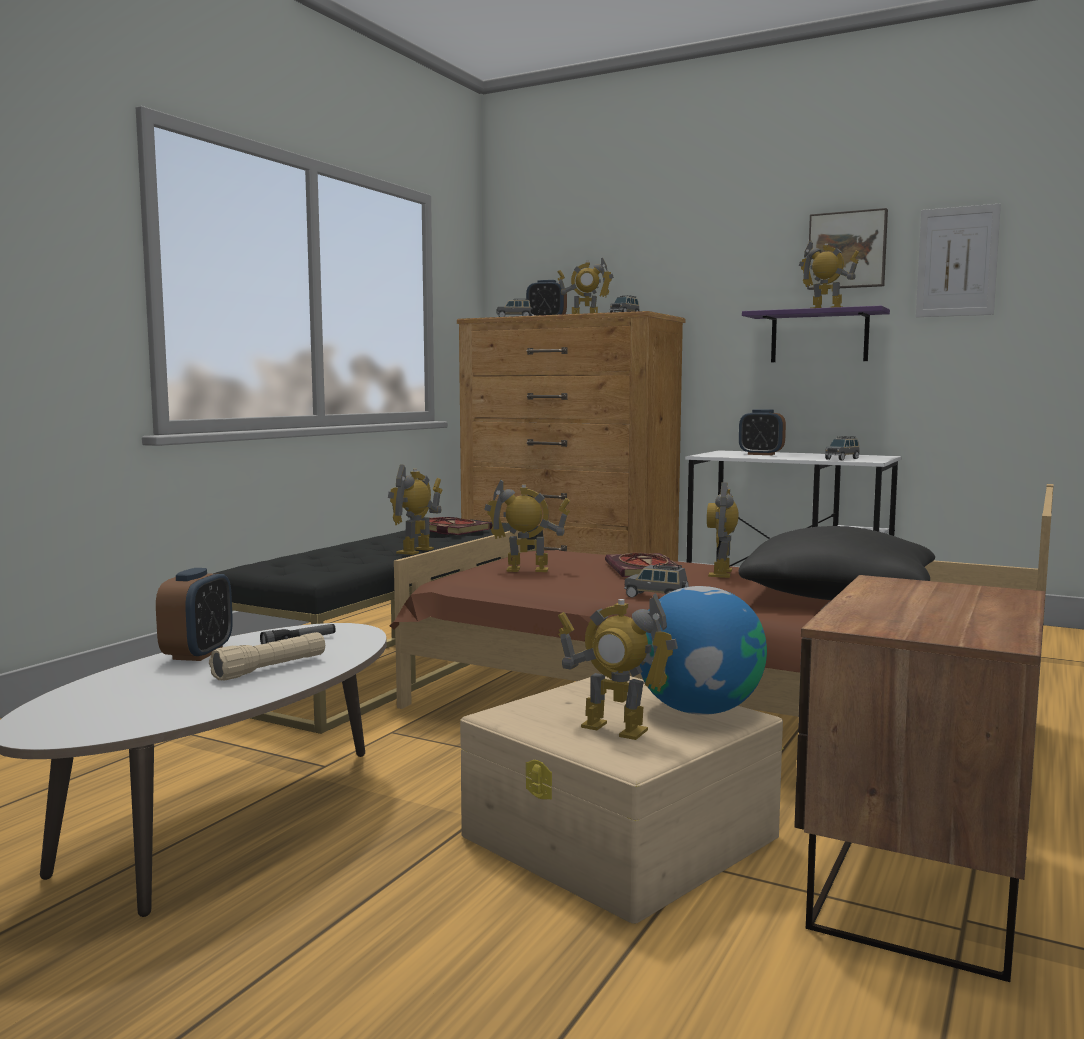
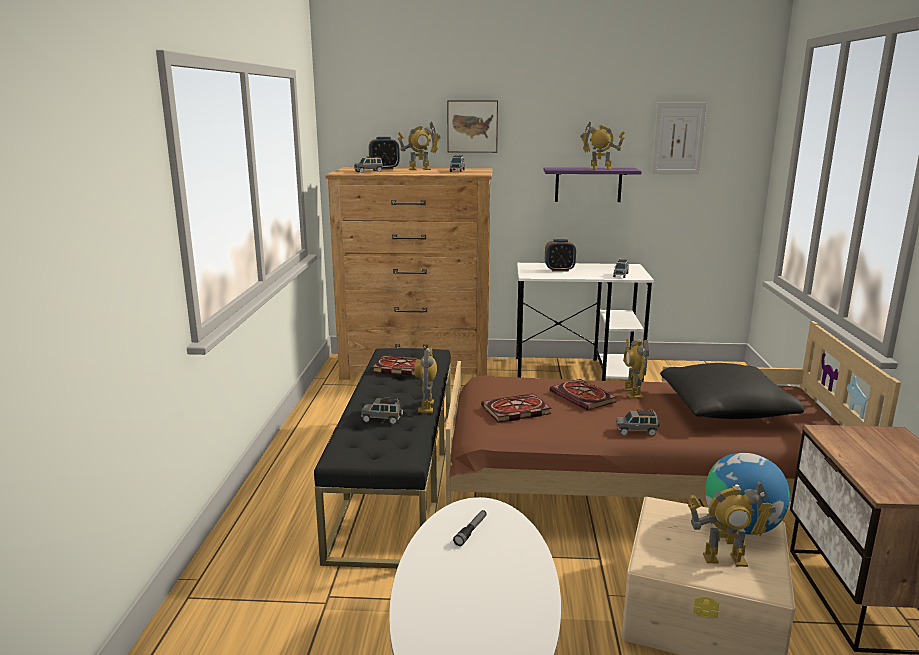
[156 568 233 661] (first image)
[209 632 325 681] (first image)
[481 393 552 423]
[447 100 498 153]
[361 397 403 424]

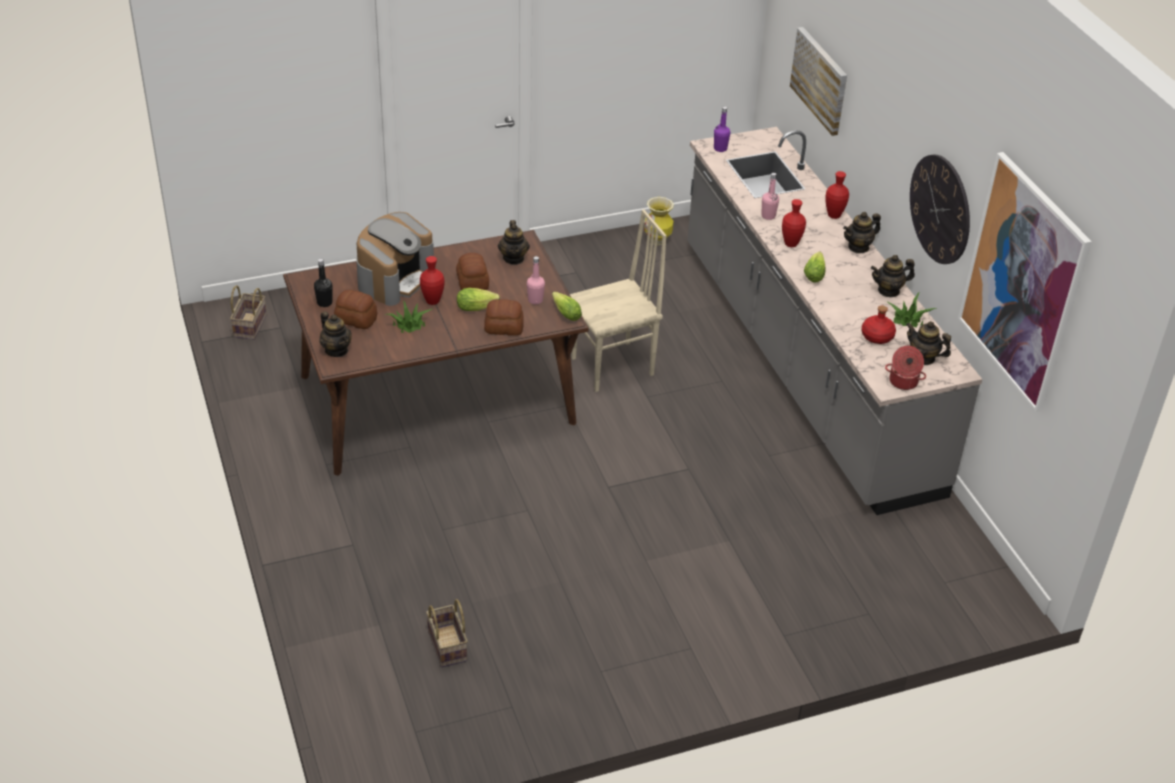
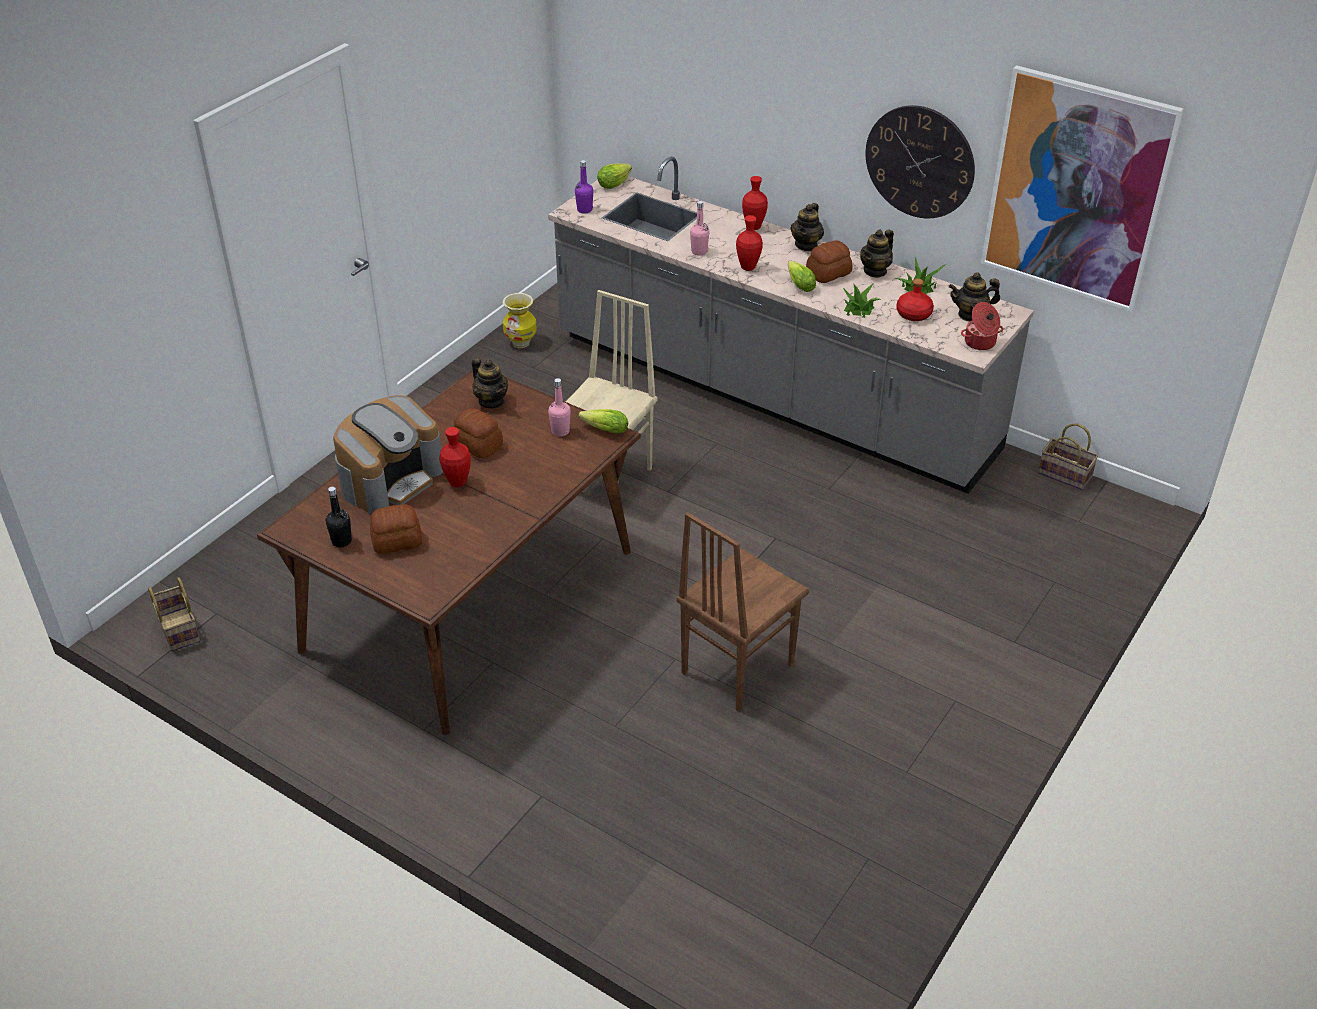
[319 311 352 357] (first image)
[333 395 443 515]
[842 283 882 318]
[1038 423 1099 490]
[597 163 632 189]
[806 240 853 283]
[790 27 847 136] (first image)
[676 512 809 712]

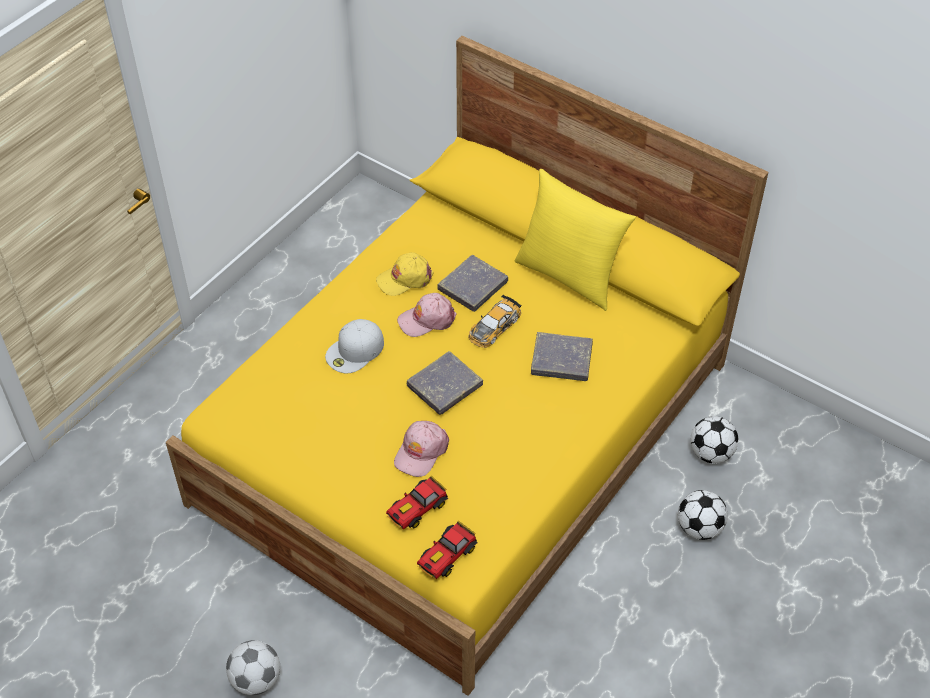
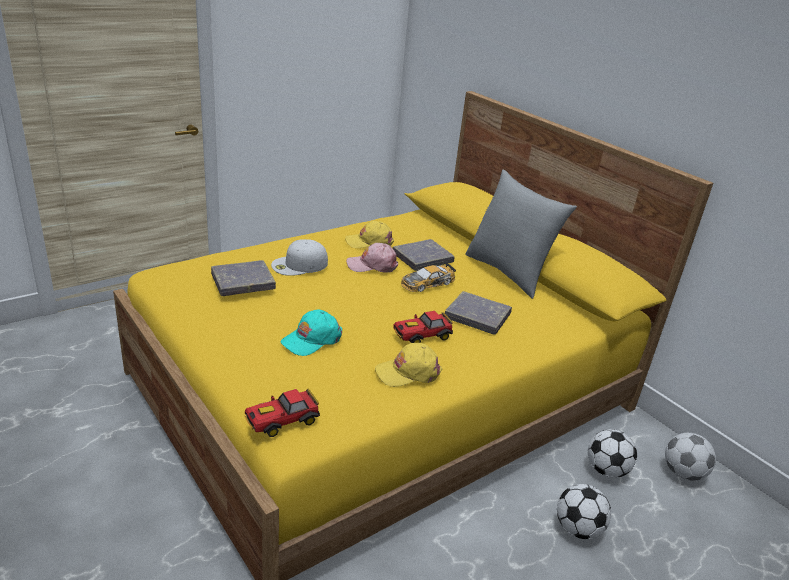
[665 433 716 481]
[393 311 453 343]
[281 310 342 356]
[211 260 276 296]
[465 170 577 299]
[375 343 442 387]

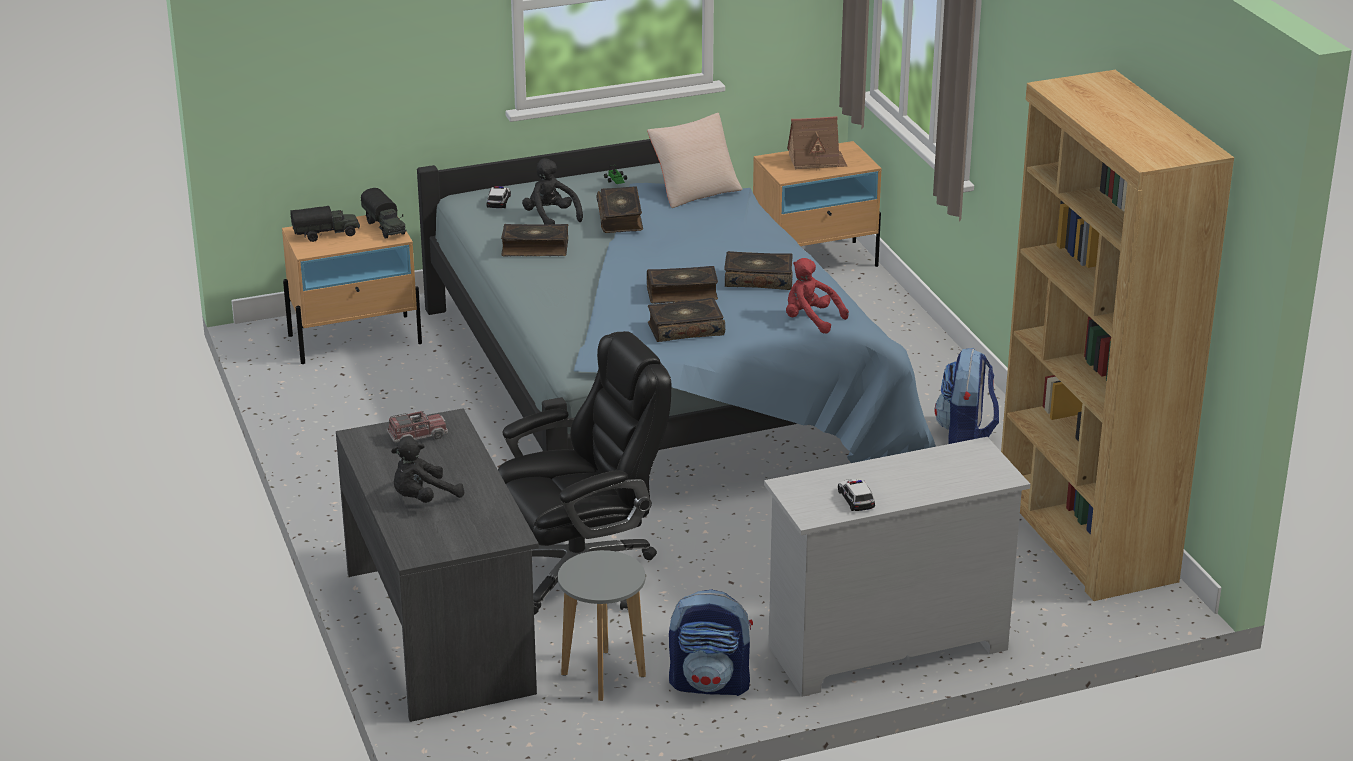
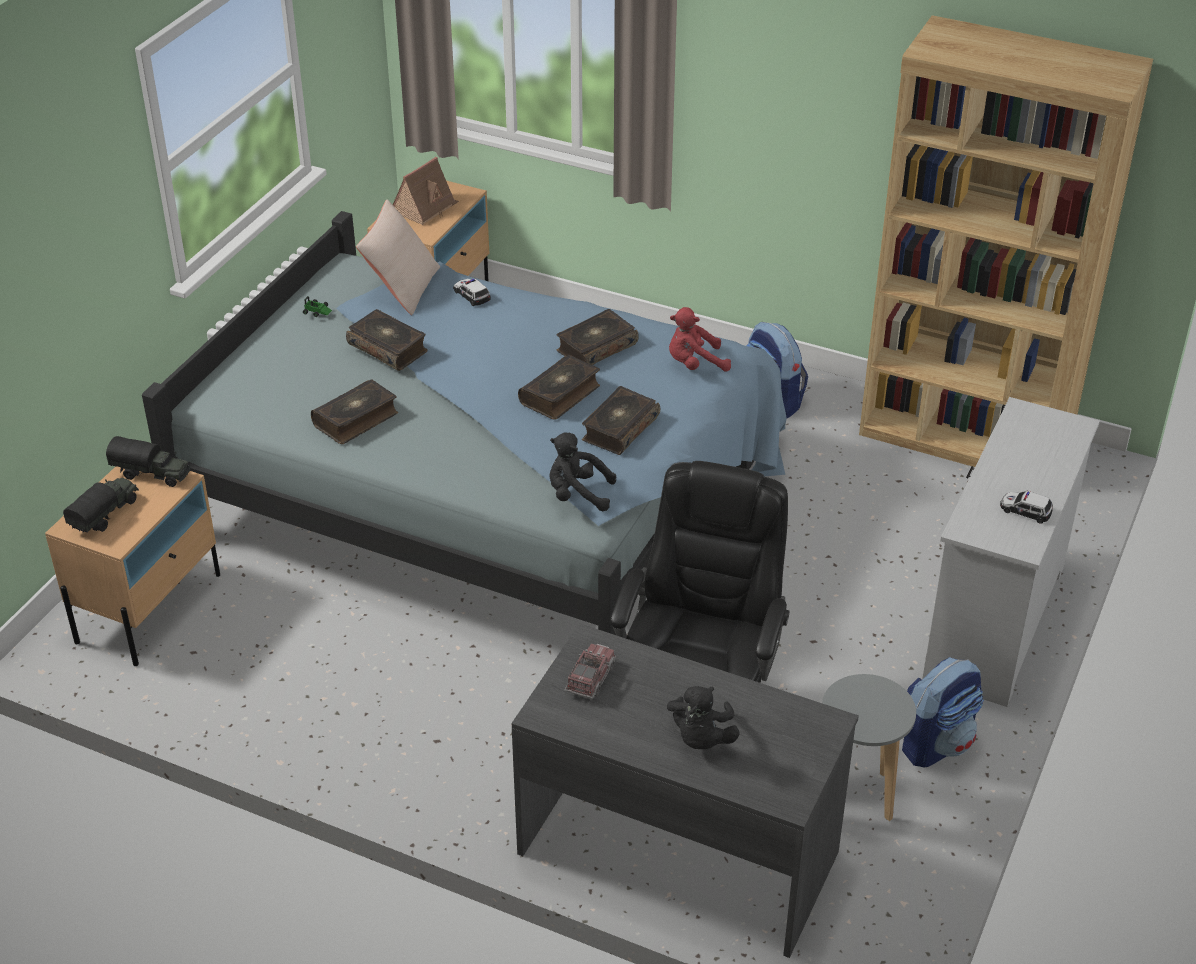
[453 279 491 306]
[549 433 616 511]

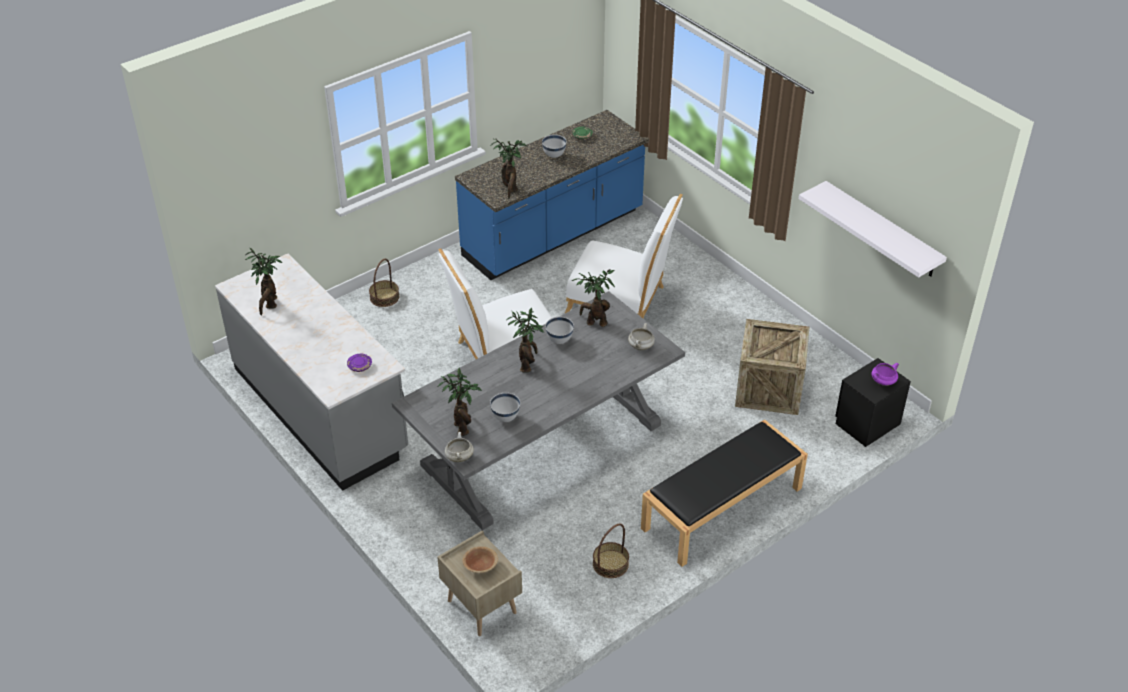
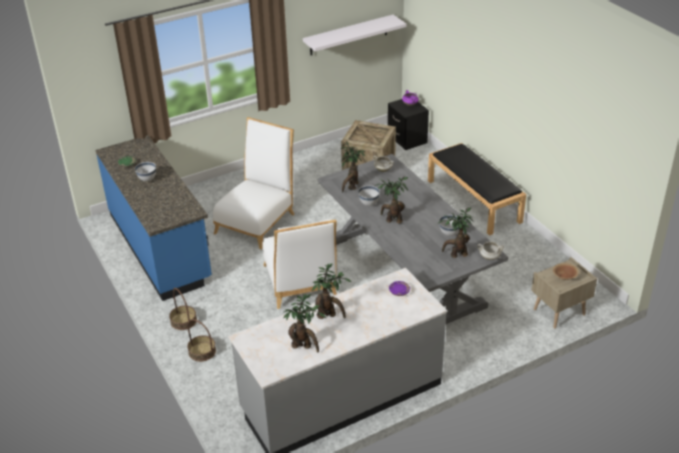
[312 263 351 319]
[169 288 197 330]

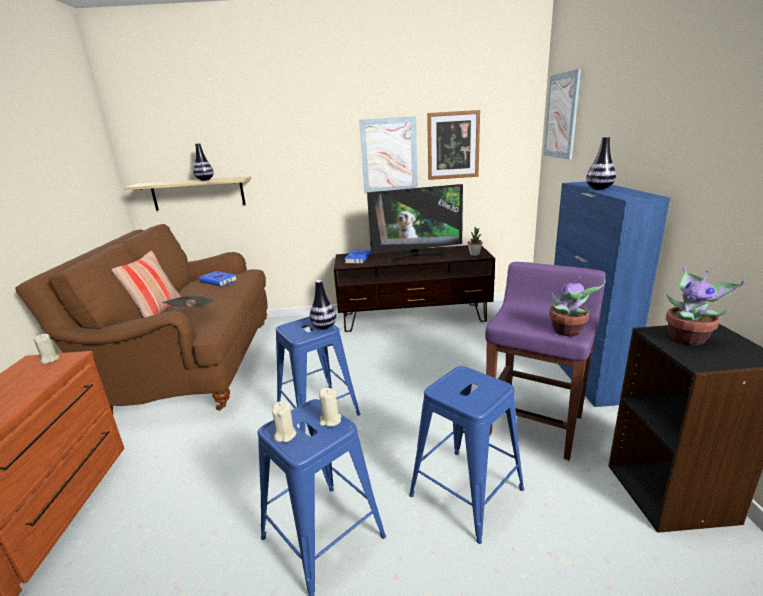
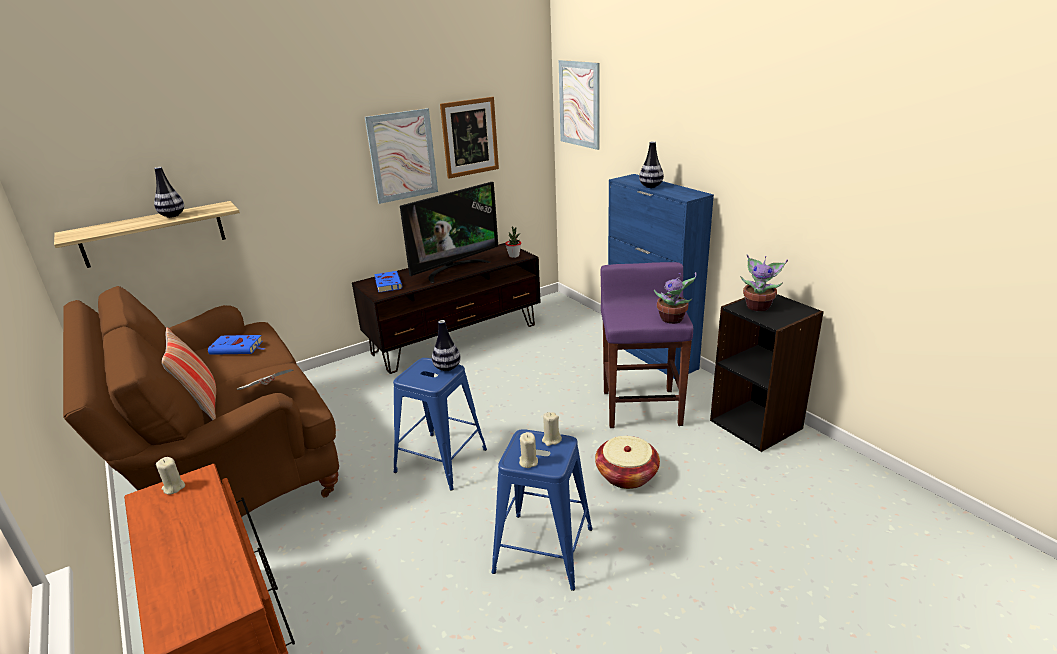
[595 436 660 489]

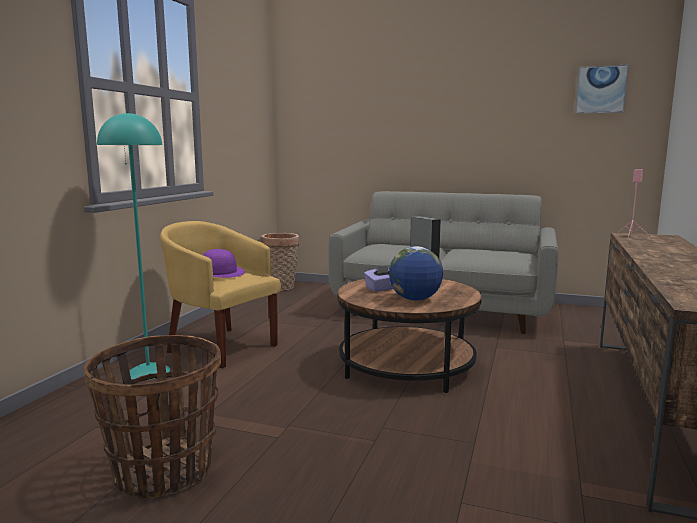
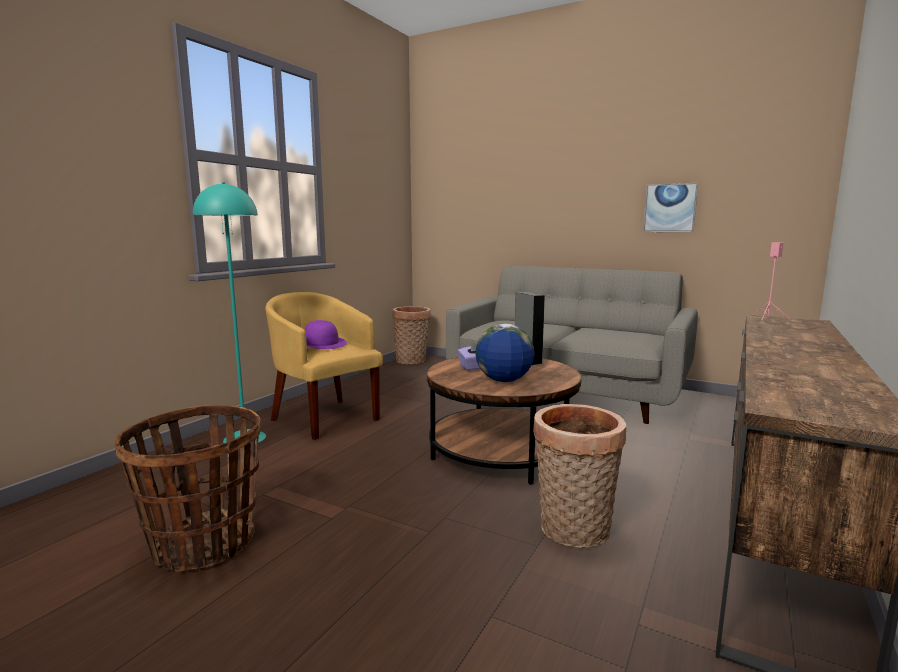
[643 183 698 232]
[533 404 626 548]

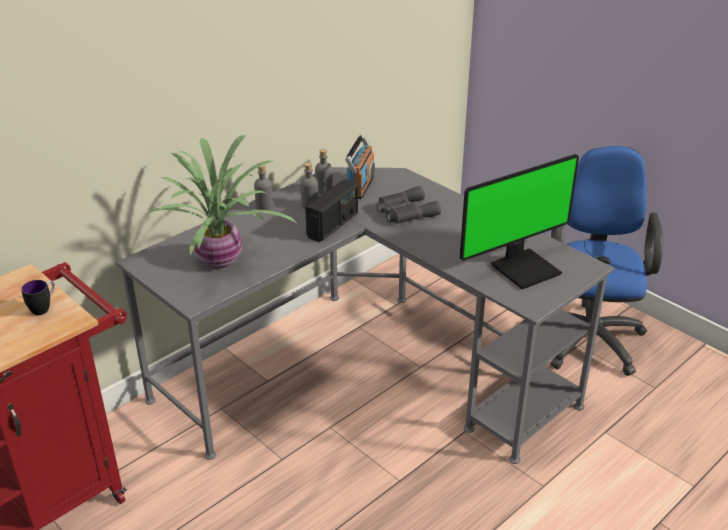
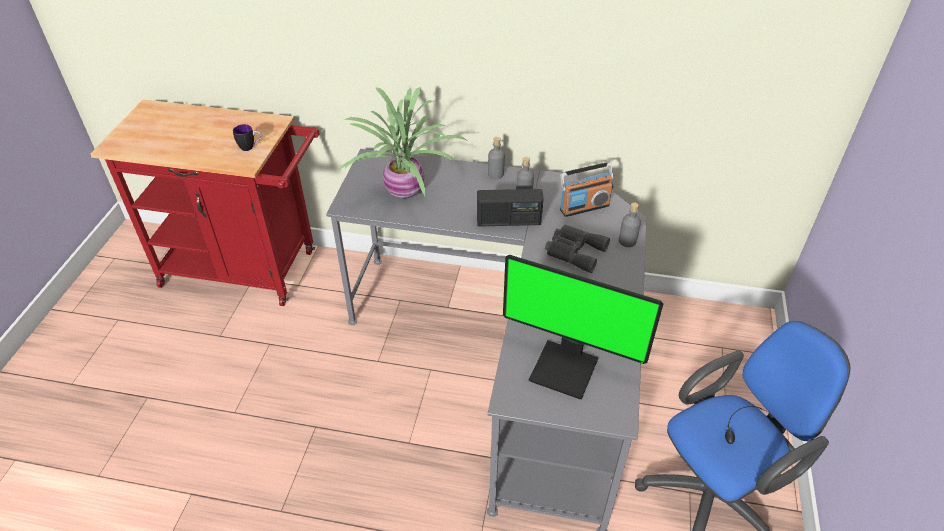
[619 202 641 247]

